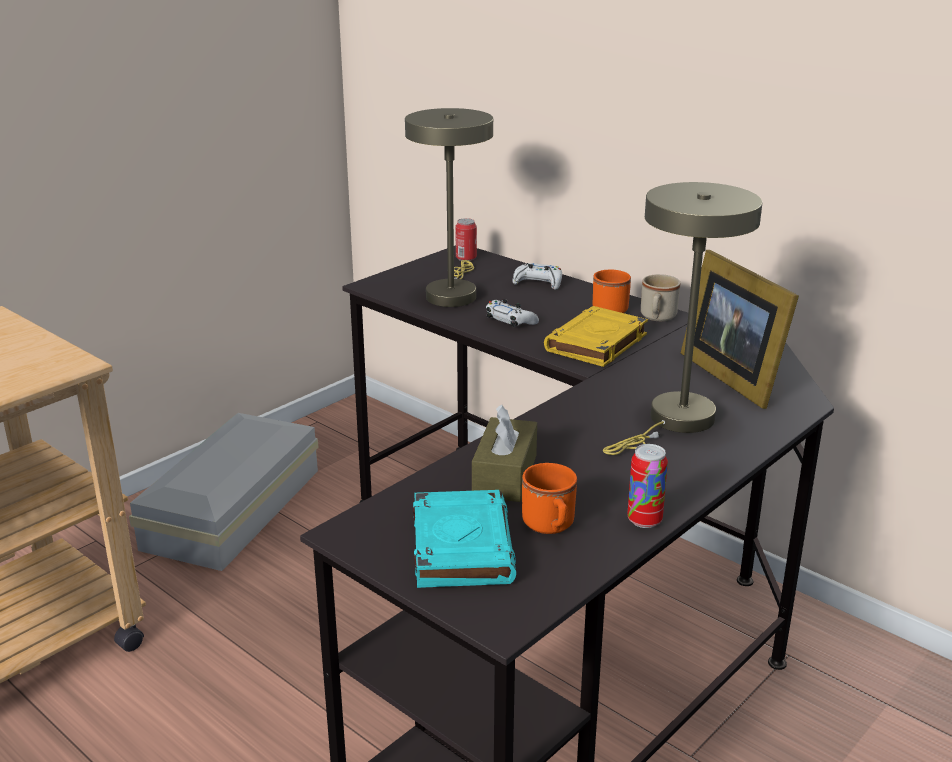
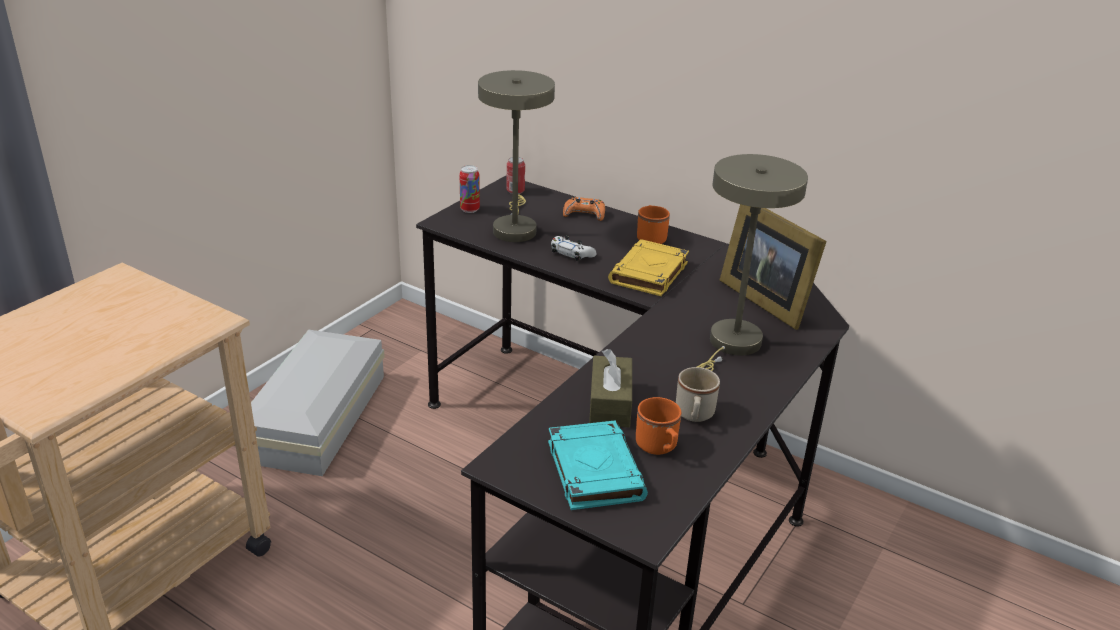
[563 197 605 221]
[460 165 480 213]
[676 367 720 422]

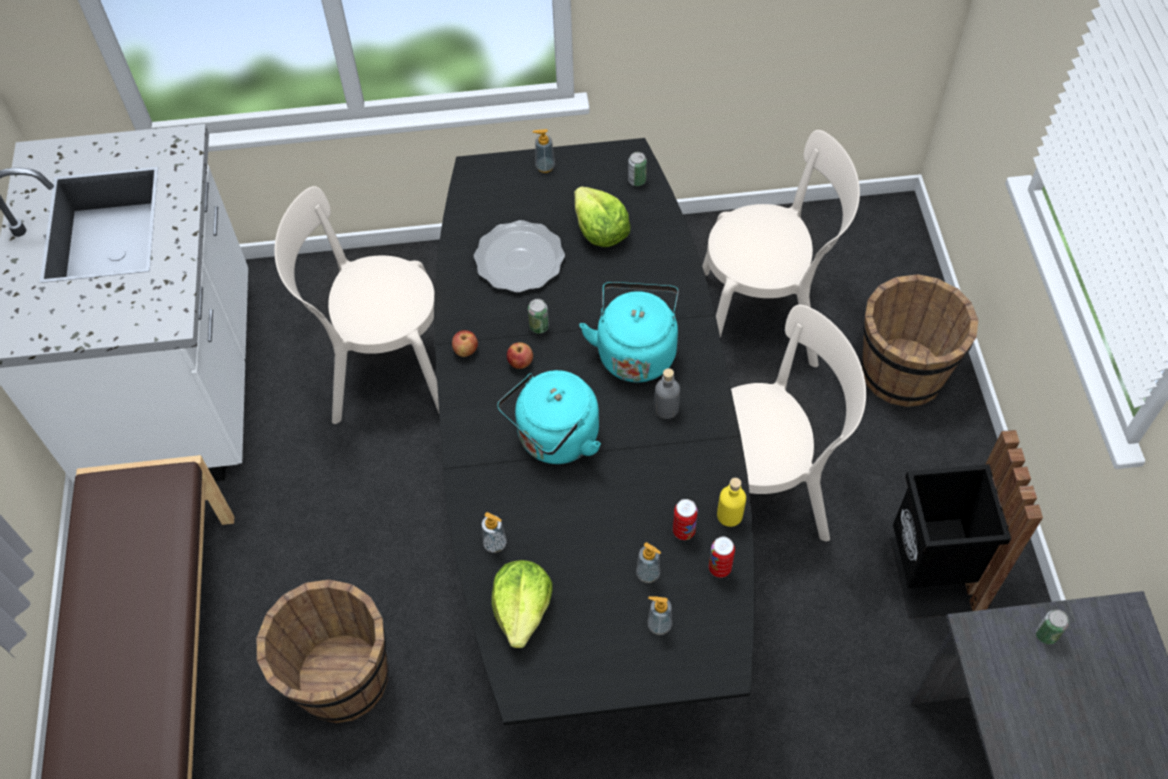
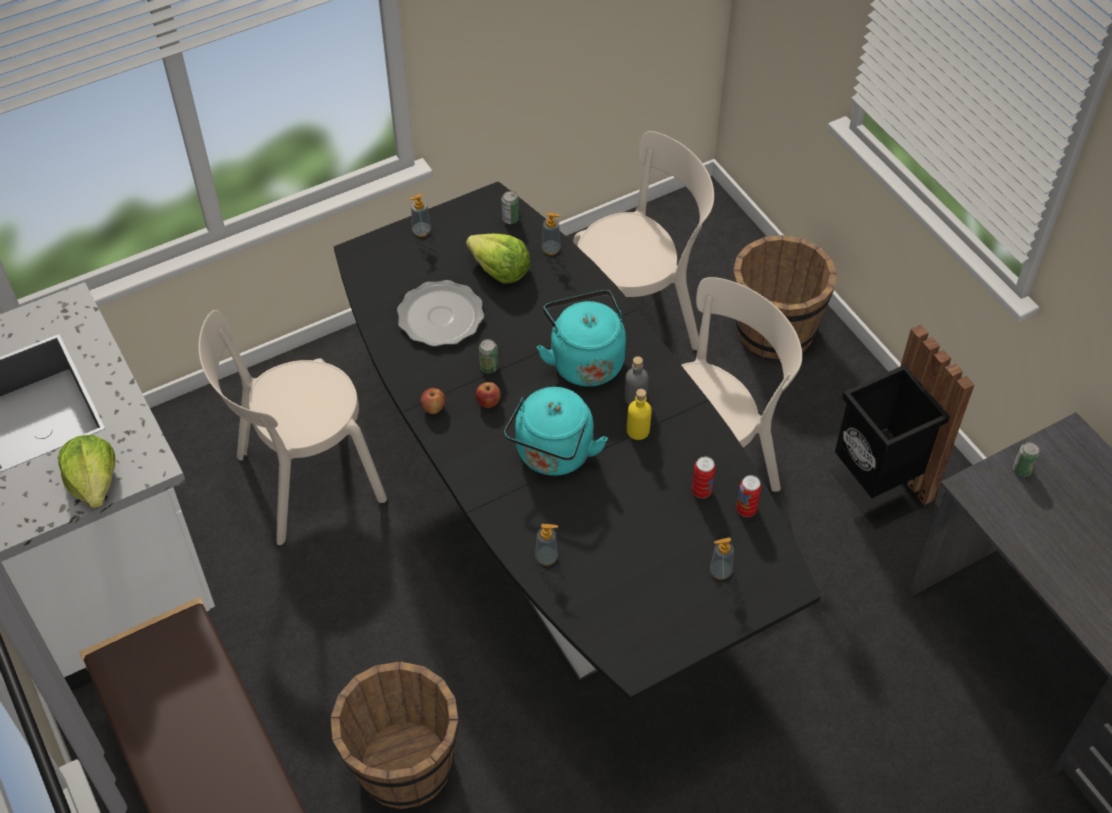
[58 435 115 508]
[542 212 561 255]
[627 389 652 440]

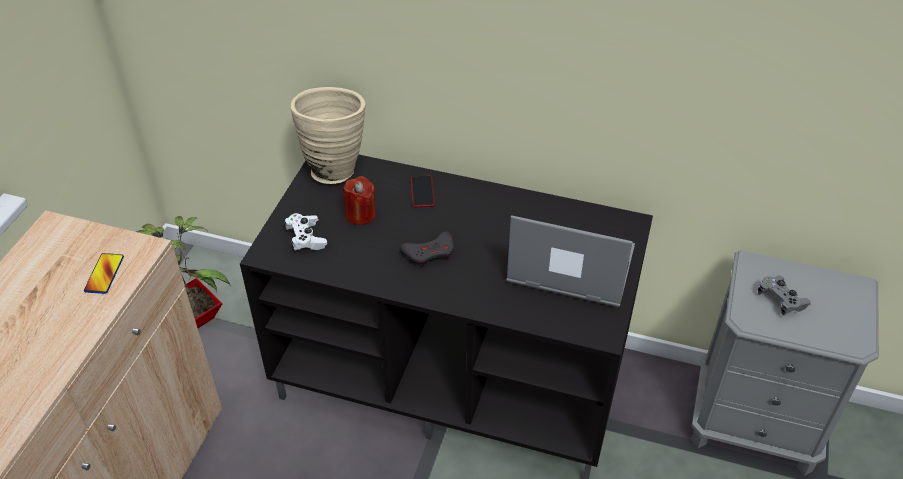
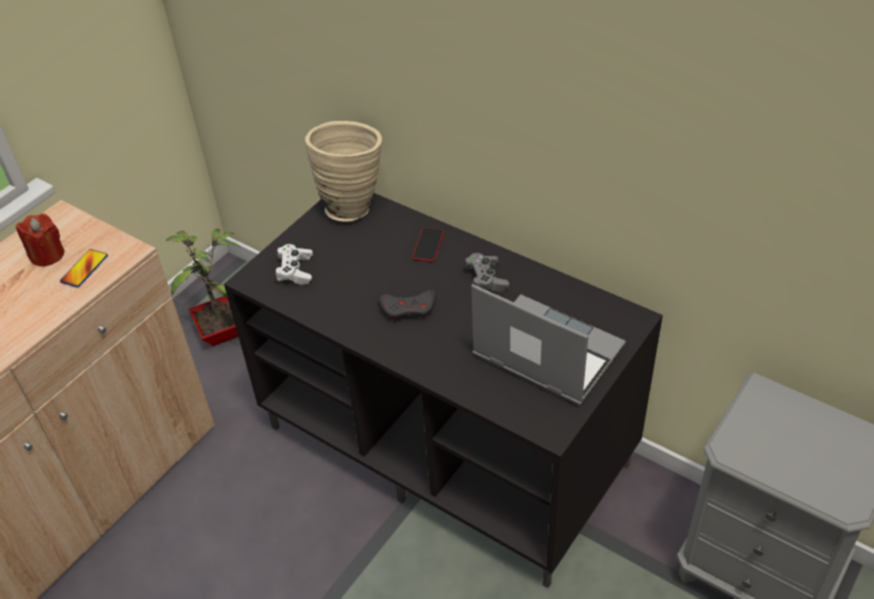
[16 213 65 266]
[464 253 509 292]

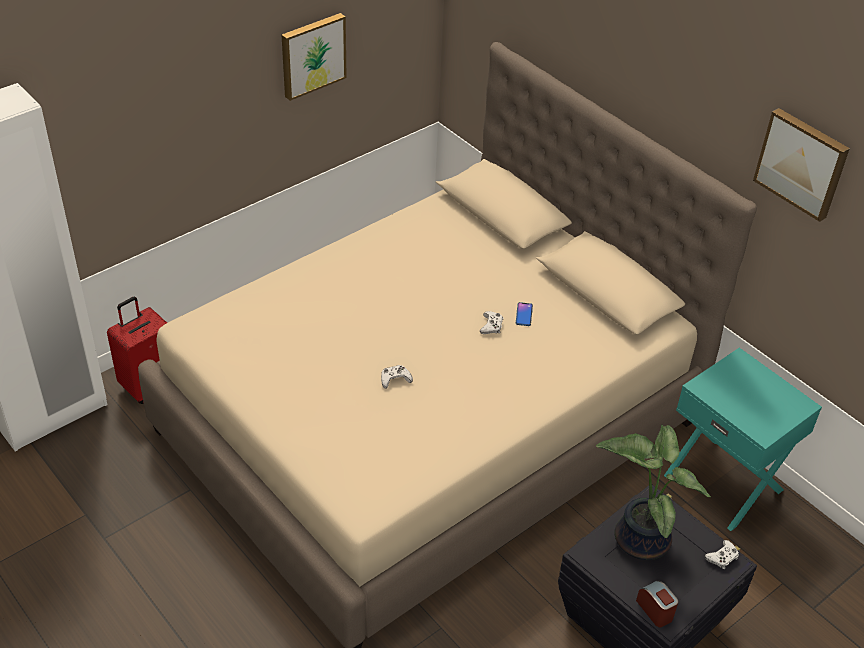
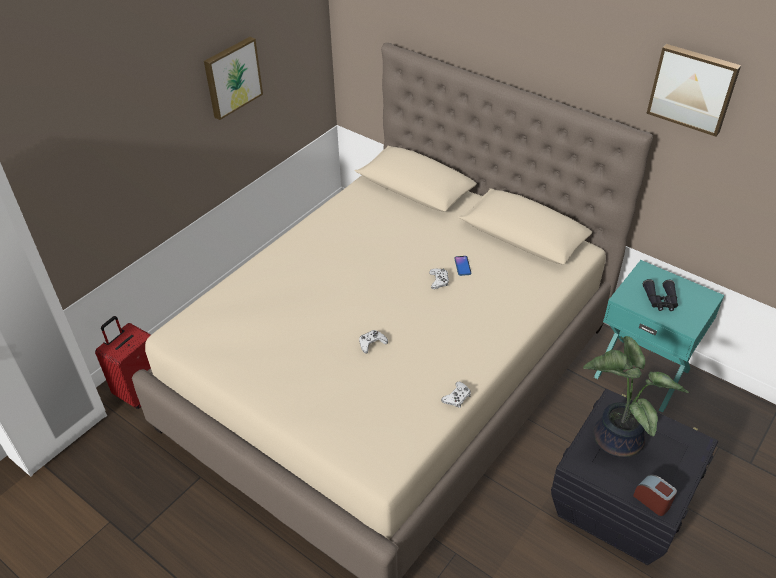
[441 382 471 408]
[643 279 678 311]

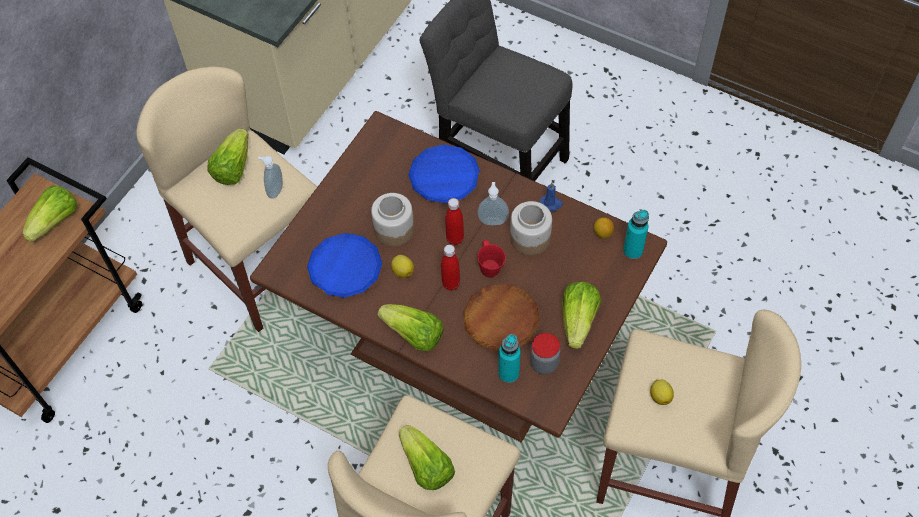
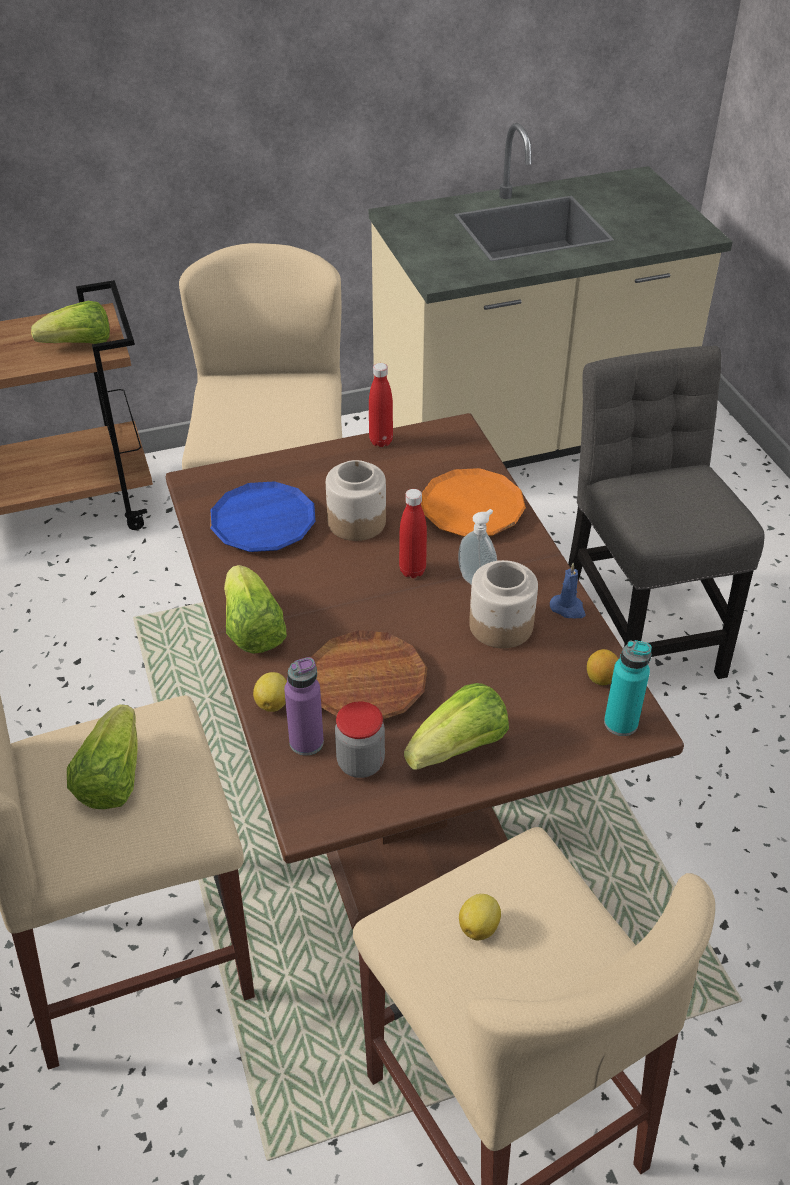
[207 128 249 185] (first image)
[258 156 283 199] (first image)
[253 672 287 712]
[421 468 526 537]
[369 363 393 447]
[477 240 506 277] (first image)
[284 657 324 756]

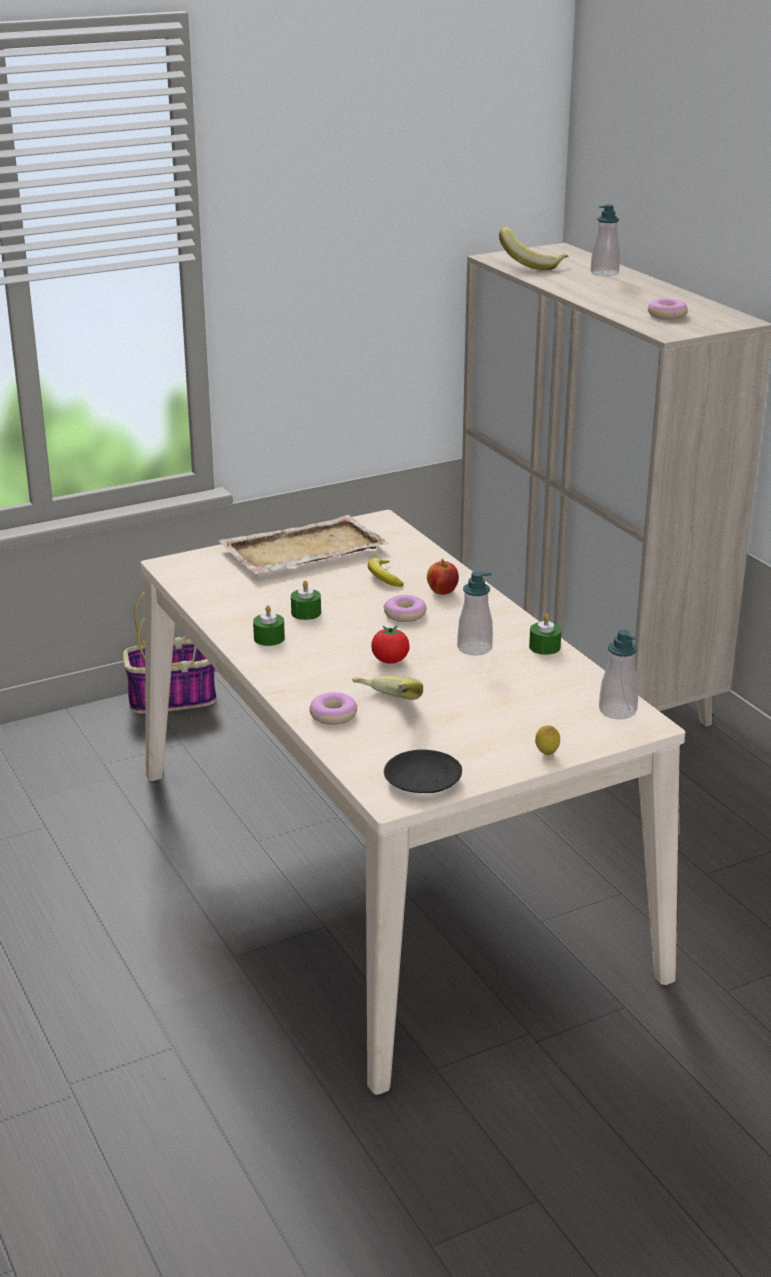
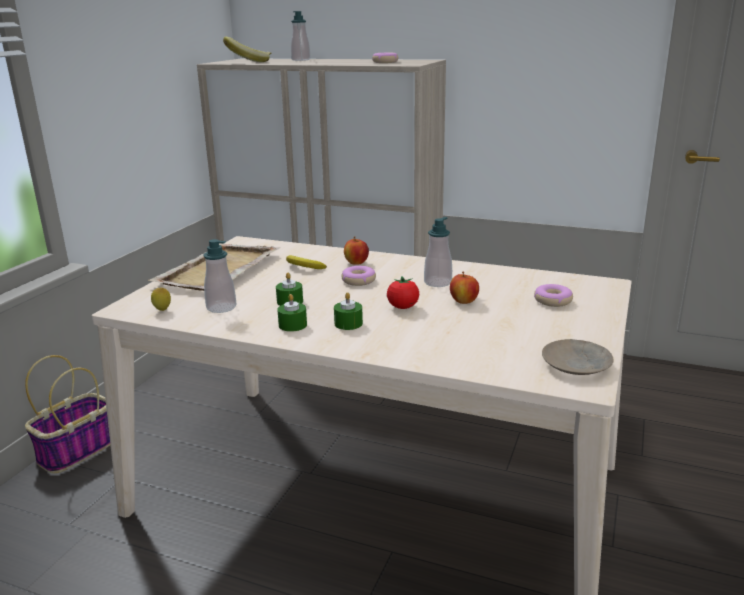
[534 284 573 307]
[352 675 423 700] (first image)
[542 339 614 375]
[334 292 363 330]
[151 287 171 311]
[203 239 236 313]
[450 272 479 304]

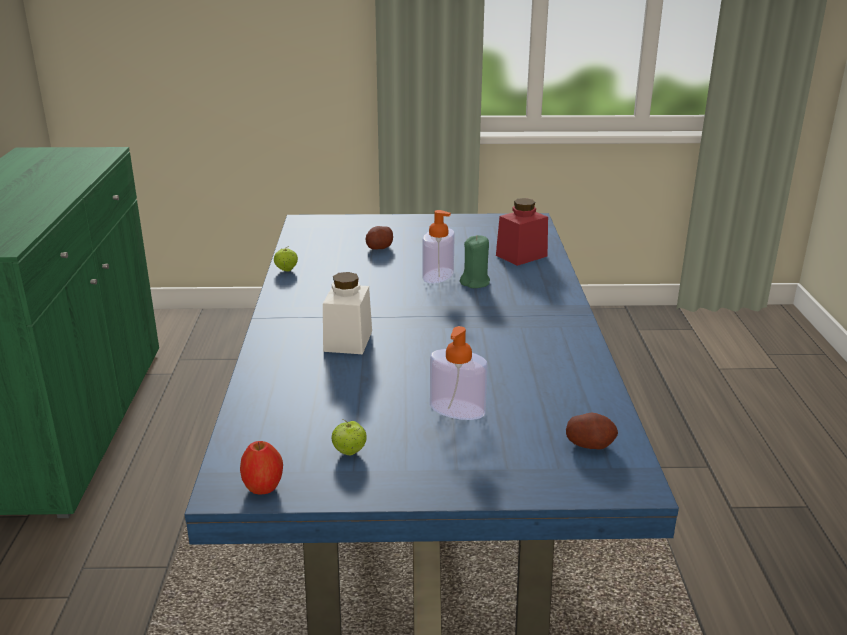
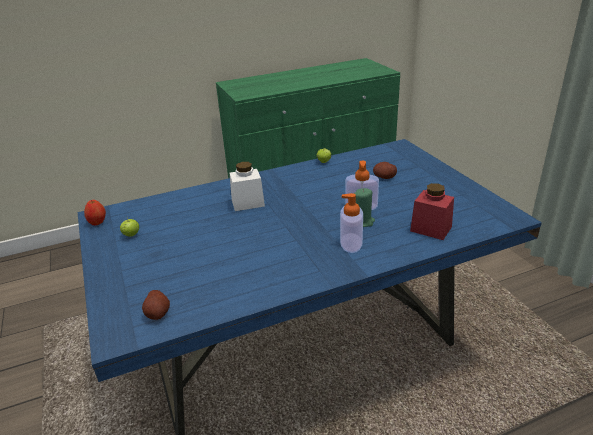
[340 193 363 253]

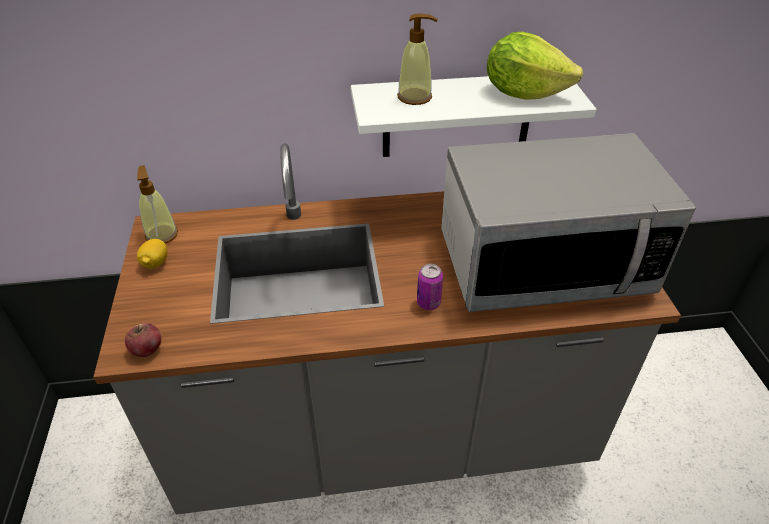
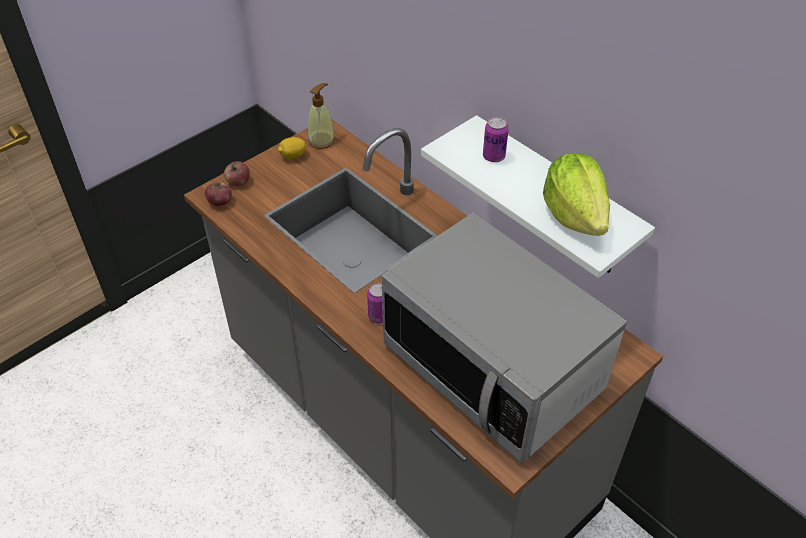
[483 117 509 162]
[224 161 250 186]

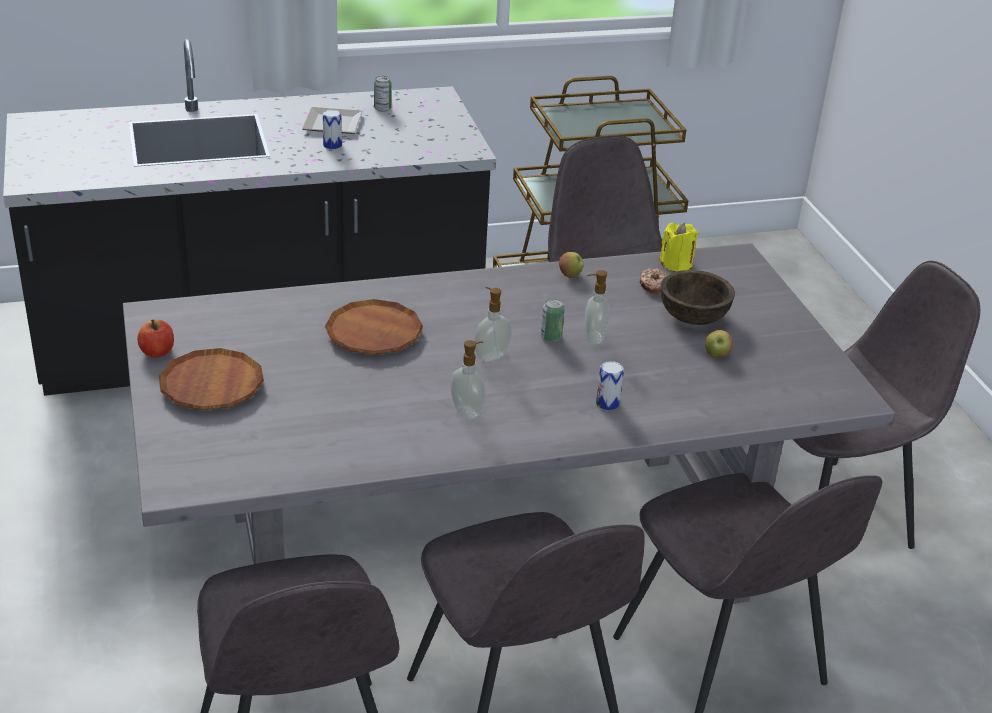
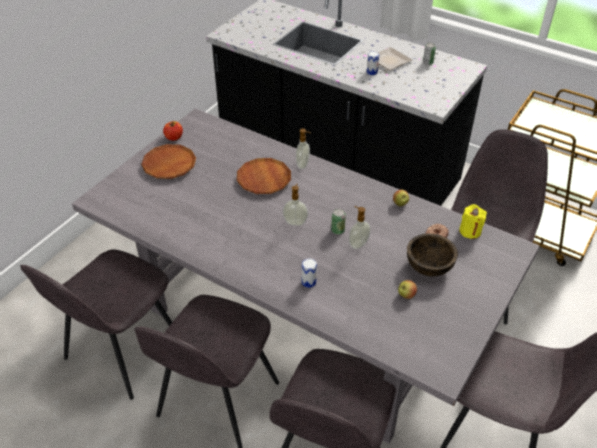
[296 129 311 169]

